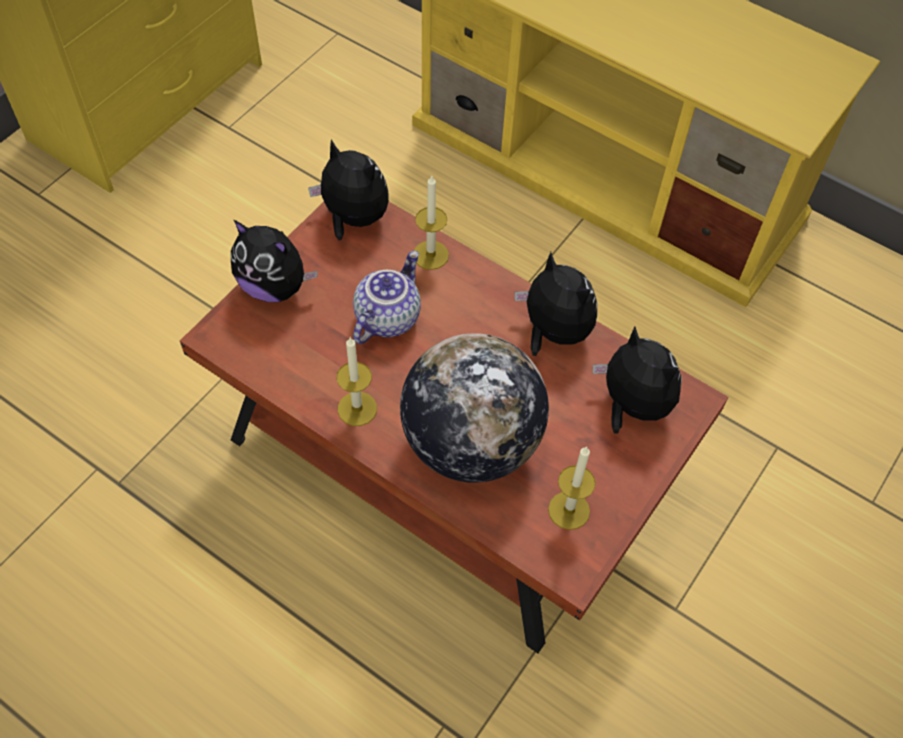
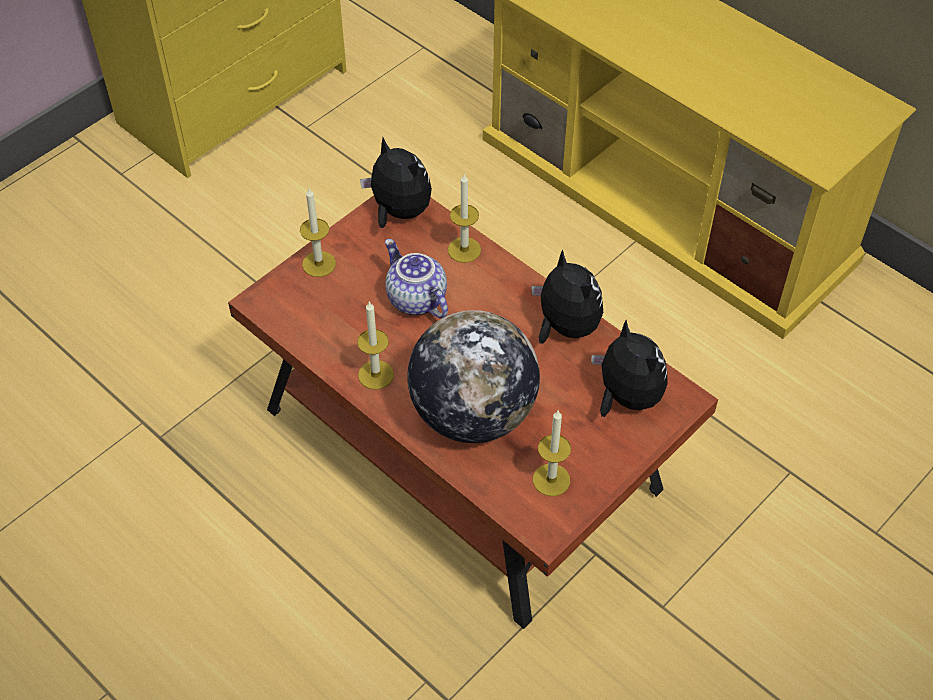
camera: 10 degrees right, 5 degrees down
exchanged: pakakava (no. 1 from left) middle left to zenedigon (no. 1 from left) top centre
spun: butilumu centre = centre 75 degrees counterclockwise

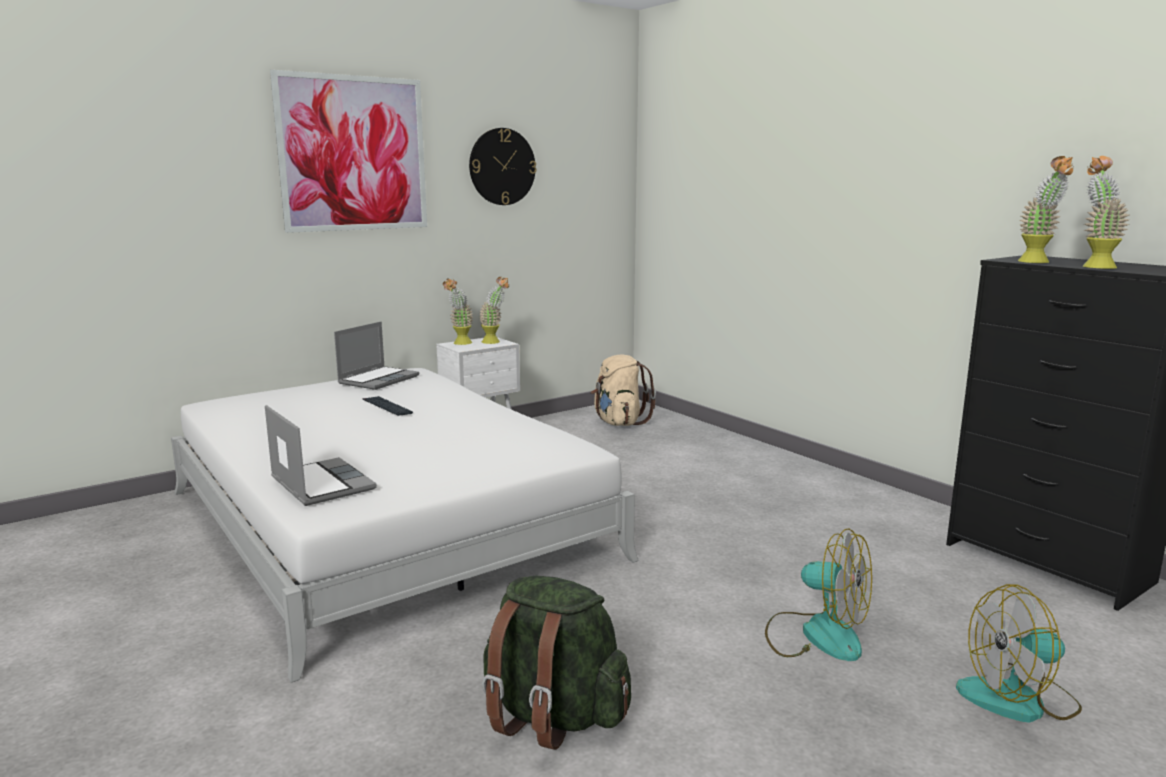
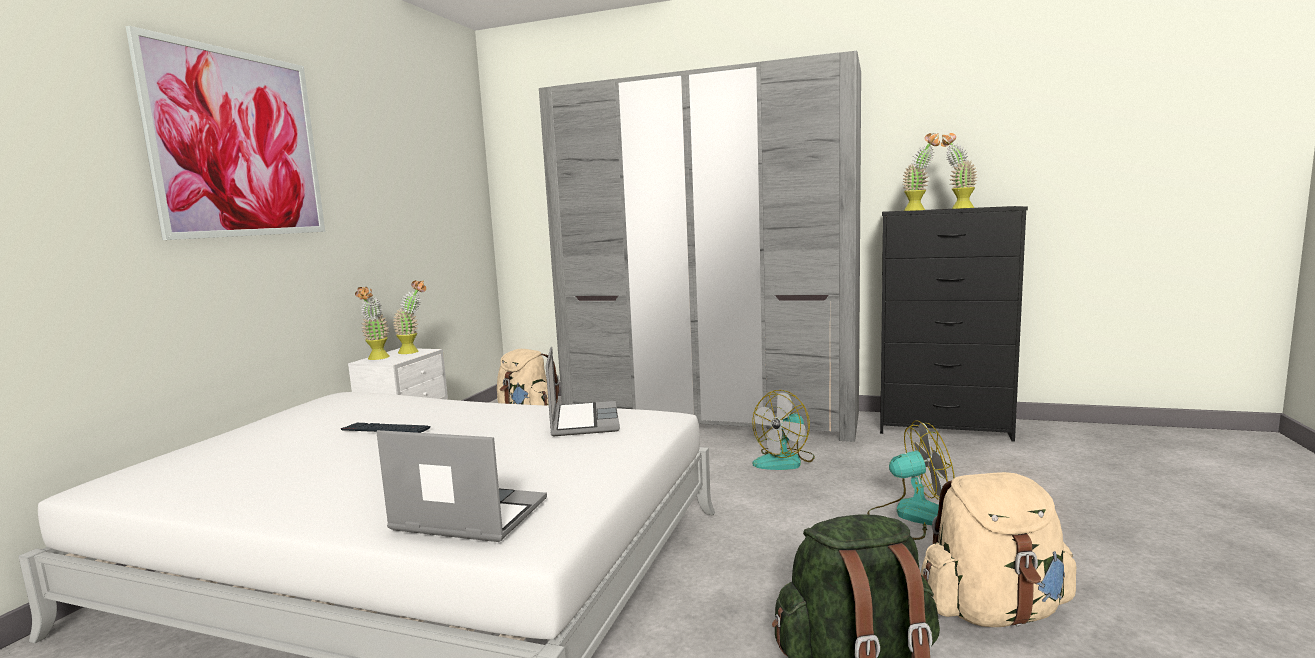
camera: 35 degrees left, 5 degrees down
missing: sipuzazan top centre
appeared: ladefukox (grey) centre; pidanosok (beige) (no. 2 from left) bottom right
relocated: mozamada (no. 2 from left) middle left to centre; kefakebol (no. 2 from left in the first image) bottom right to kefakebol (no. 1 from left) centre

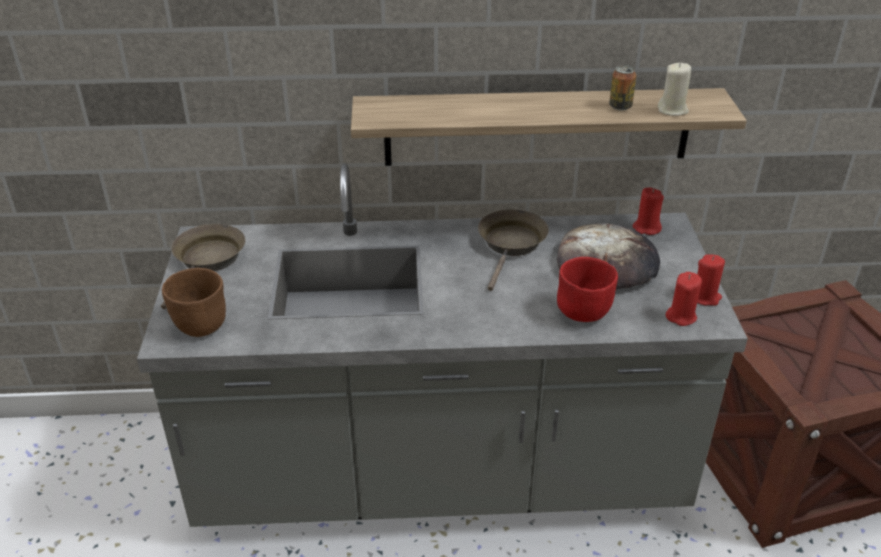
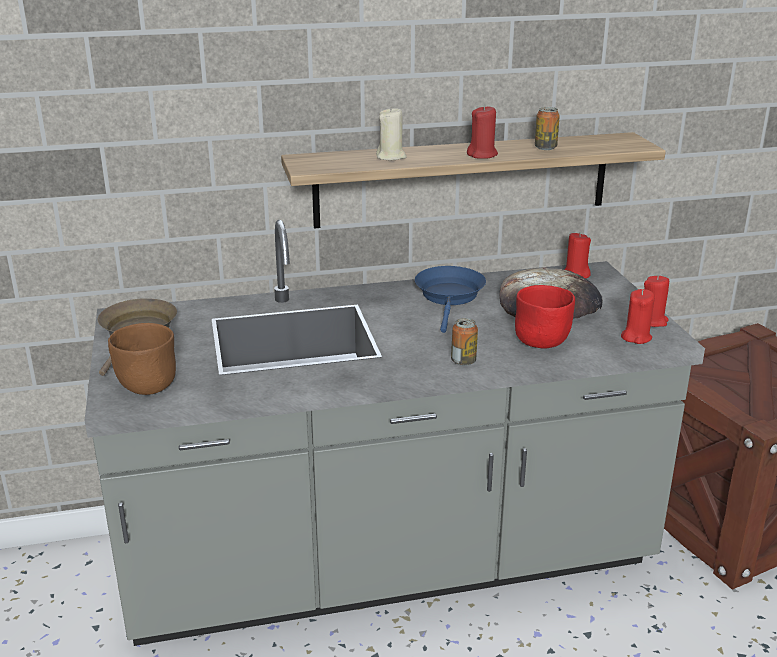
camera: 10 degrees left, 10 degrees down
appeared: zenedigon (red) (no. 1 from left) top centre; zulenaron (no. 1 from left) centre
relocated: zenedigon (beige) top right to top centre
colour: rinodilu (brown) (no. 2 from left) centre to rinodilu (blue) centre

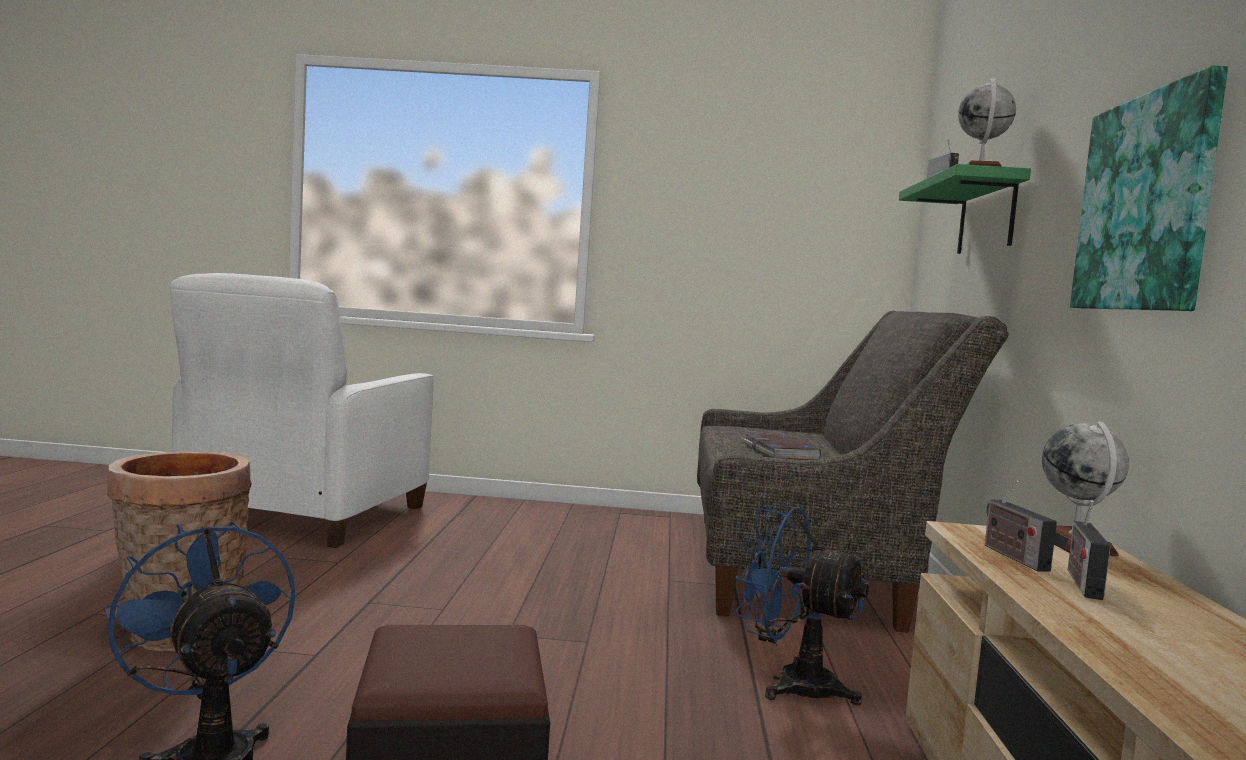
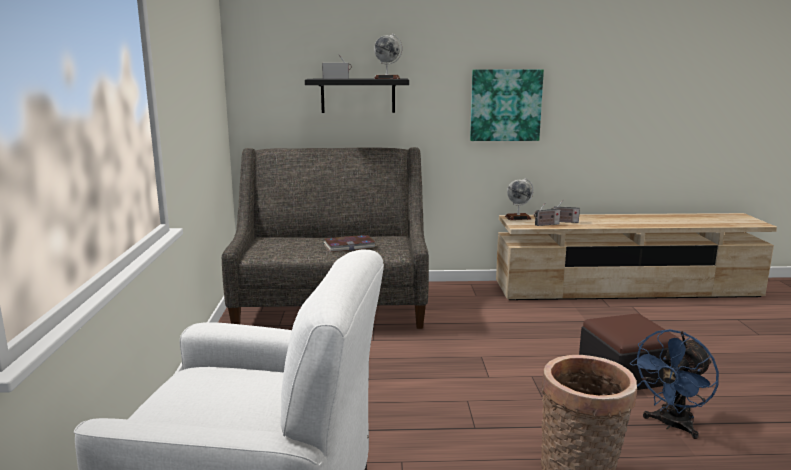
camera: 95 degrees left, 10 degrees up
missing: kefakebol (blue) (no. 2 from left) bottom centre
colour: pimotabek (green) top right to pimotabek (black) top centre

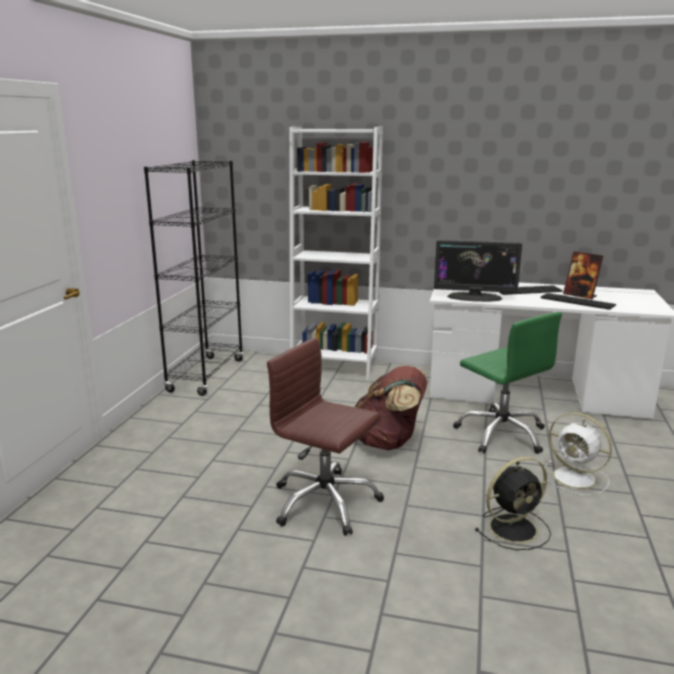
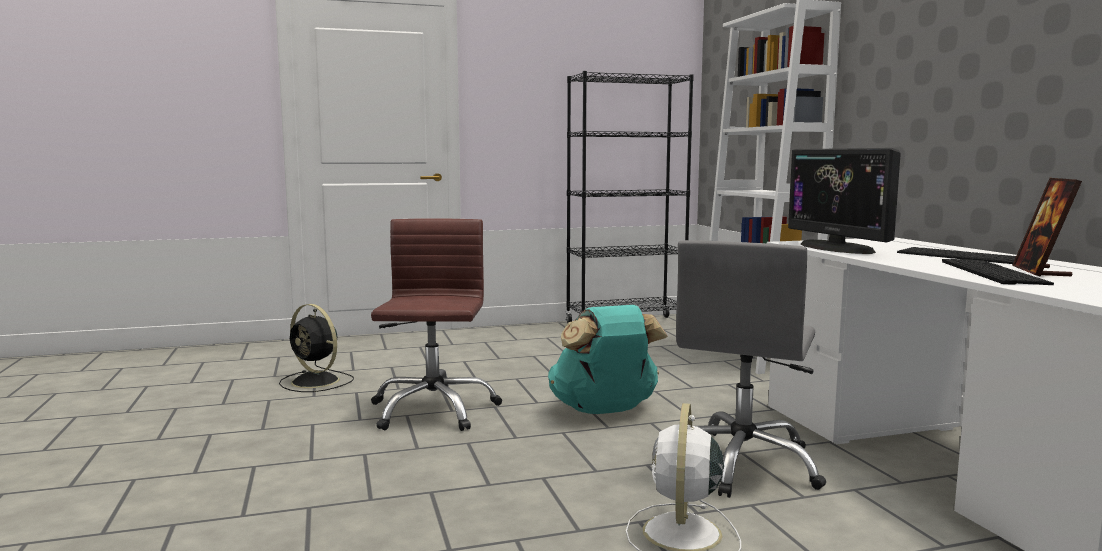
camera: 60 degrees right, 10 degrees down
relocated: kefakebol (black) bottom right to middle left
colour: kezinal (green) middle right to kezinal (grey) bottom right; pidanosok (brown) centre to pidanosok (turquoise) centre

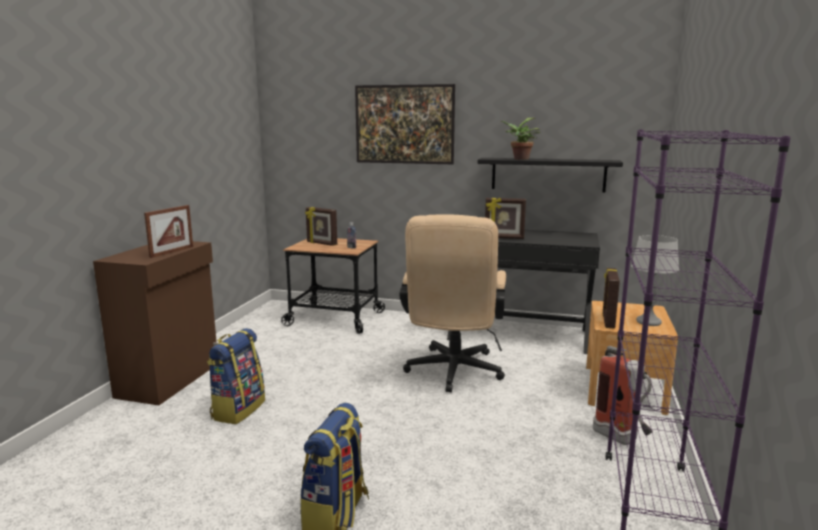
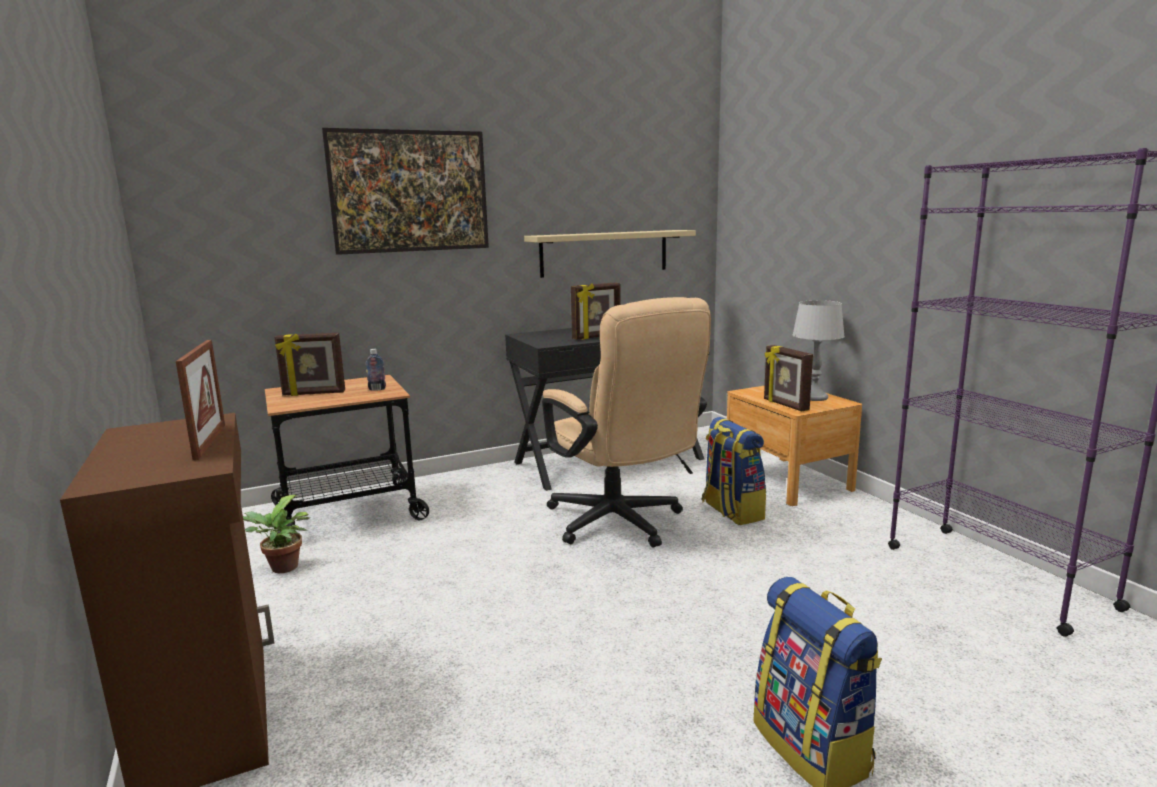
camera: 40 degrees left, 0 degrees up
missing: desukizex bottom right
relocated: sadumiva top centre to bottom left; pidanosok (no. 1 from left) bottom left to centre
colour: pimotabek (black) top right to pimotabek (beige) top centre

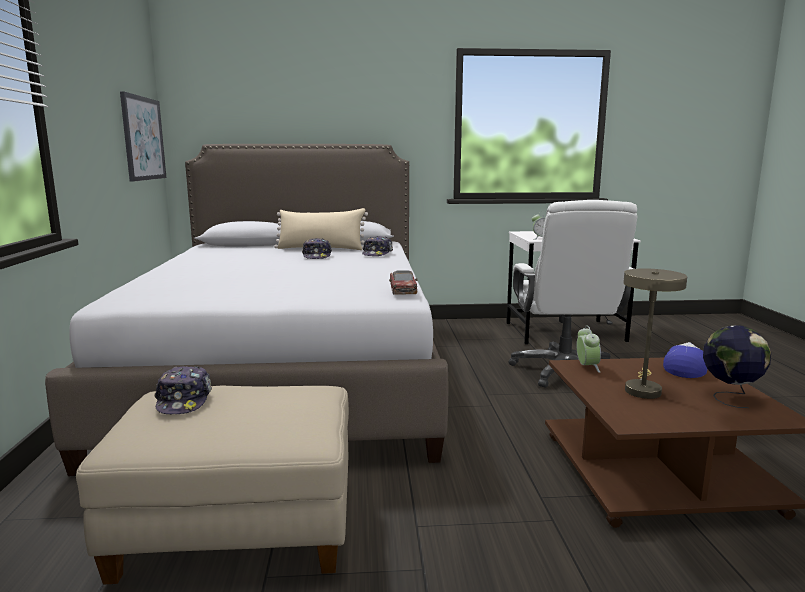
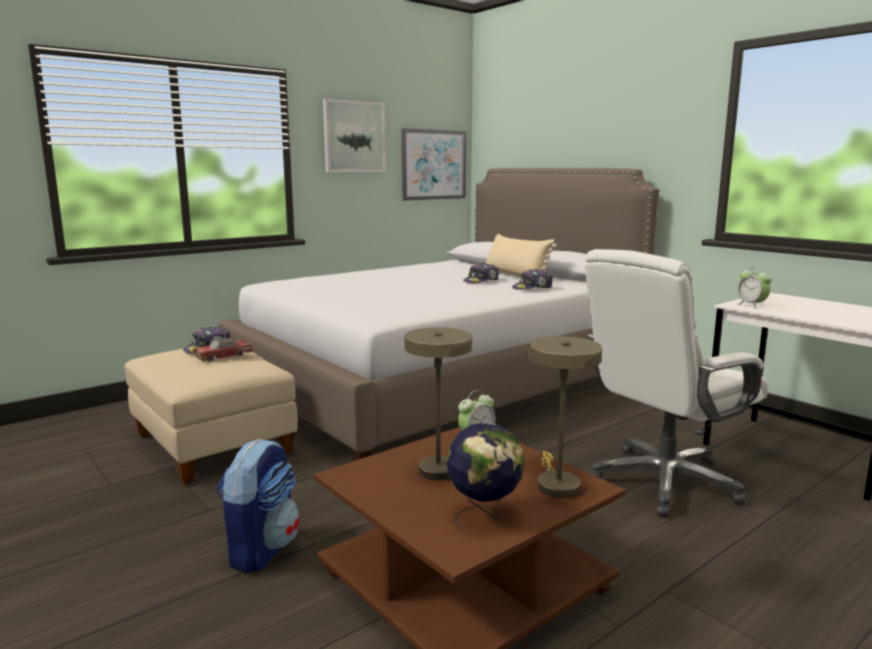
camera: 55 degrees right, 0 degrees up
appeared: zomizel (no. 1 from left) top centre; pidanosok bottom left
relocated: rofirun centre to middle left
exchanged: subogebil (no. 4 from left) middle right to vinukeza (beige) (no. 2 from left) centre

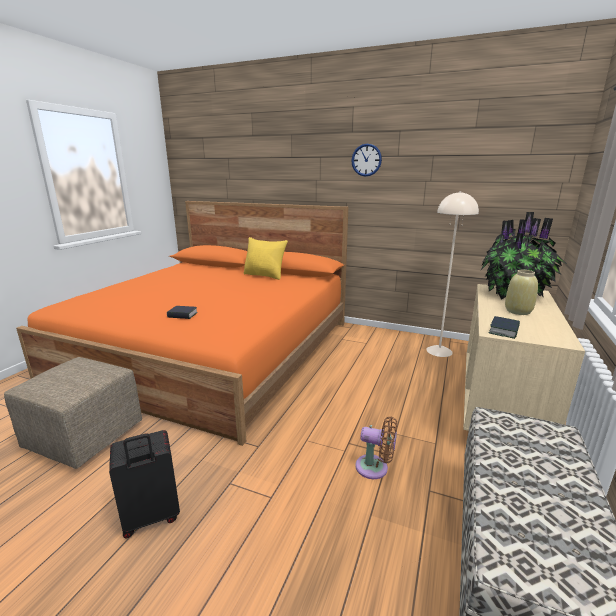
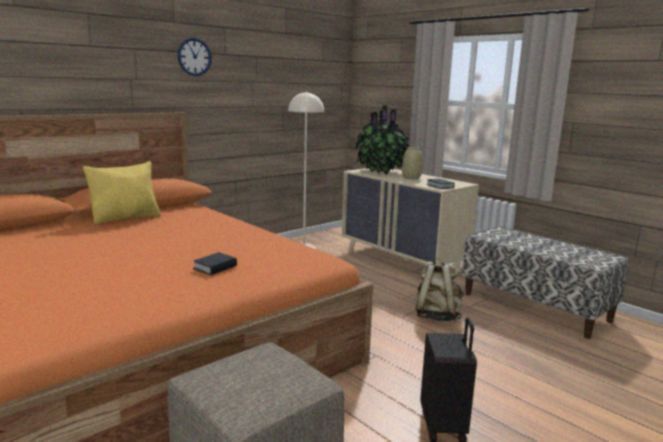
camera: 65 degrees left, 5 degrees down
exchanged: kefakebol (brown) bottom centre to pidanosok (beige) centre

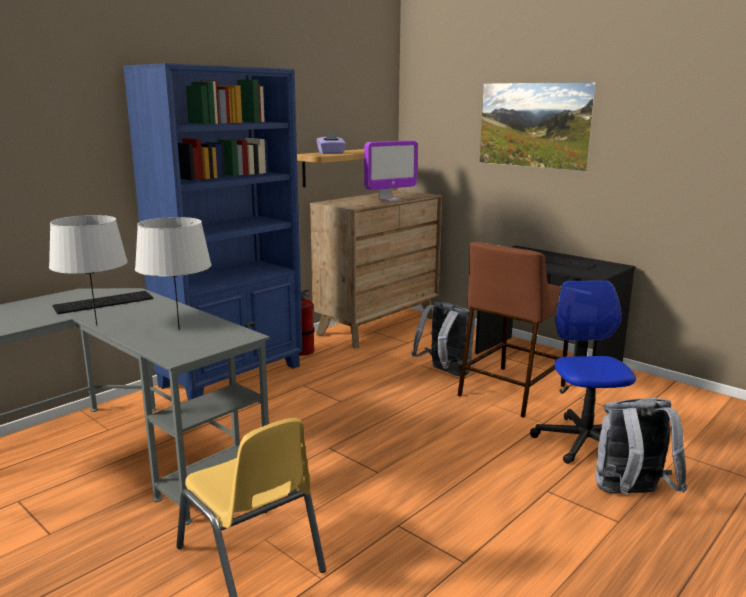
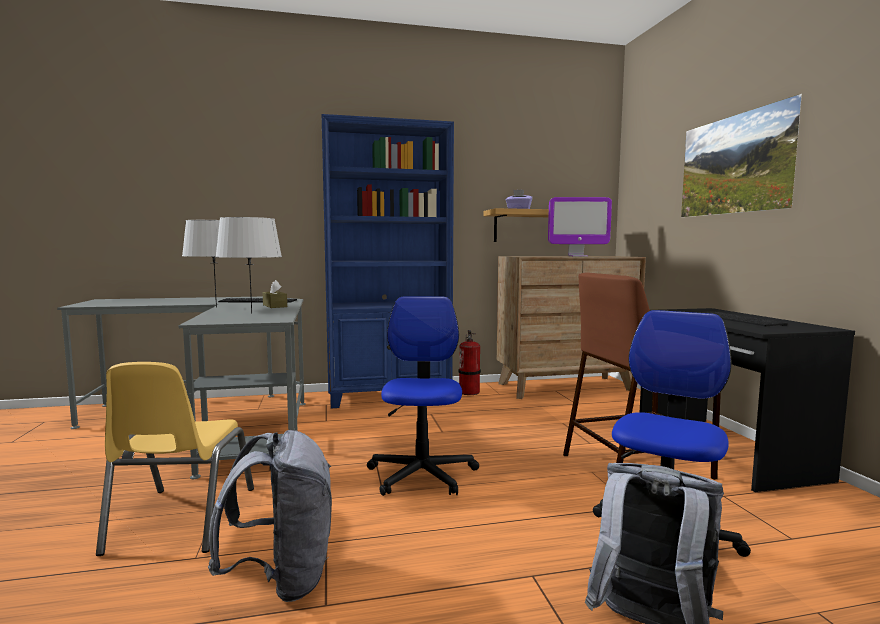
camera: 35 degrees right, 10 degrees down
appeared: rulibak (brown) middle left; kezinal (no. 1 from left) centre
relocated: pidanosok (grey) (no. 1 from left) centre to bottom left

